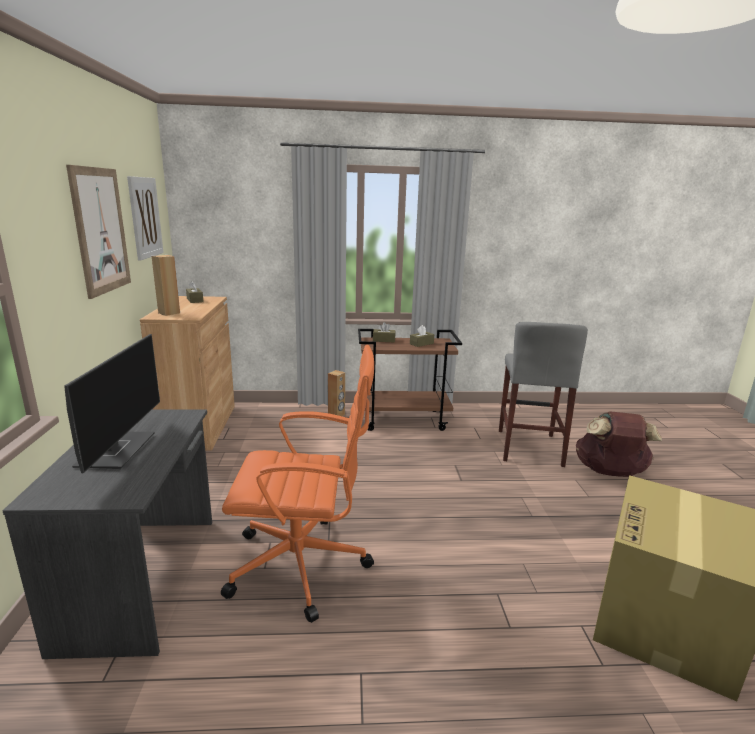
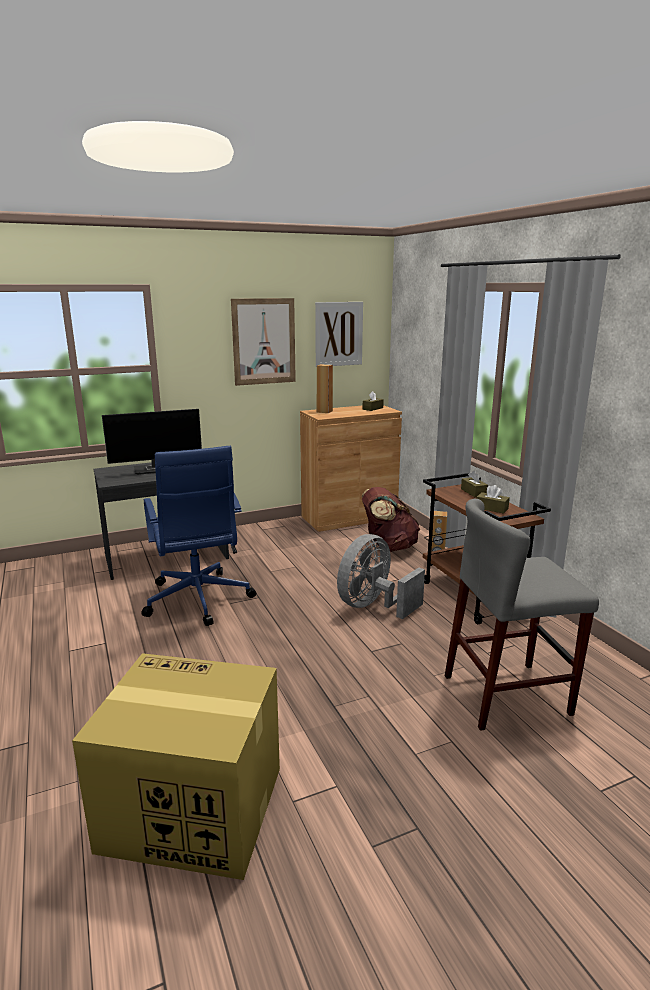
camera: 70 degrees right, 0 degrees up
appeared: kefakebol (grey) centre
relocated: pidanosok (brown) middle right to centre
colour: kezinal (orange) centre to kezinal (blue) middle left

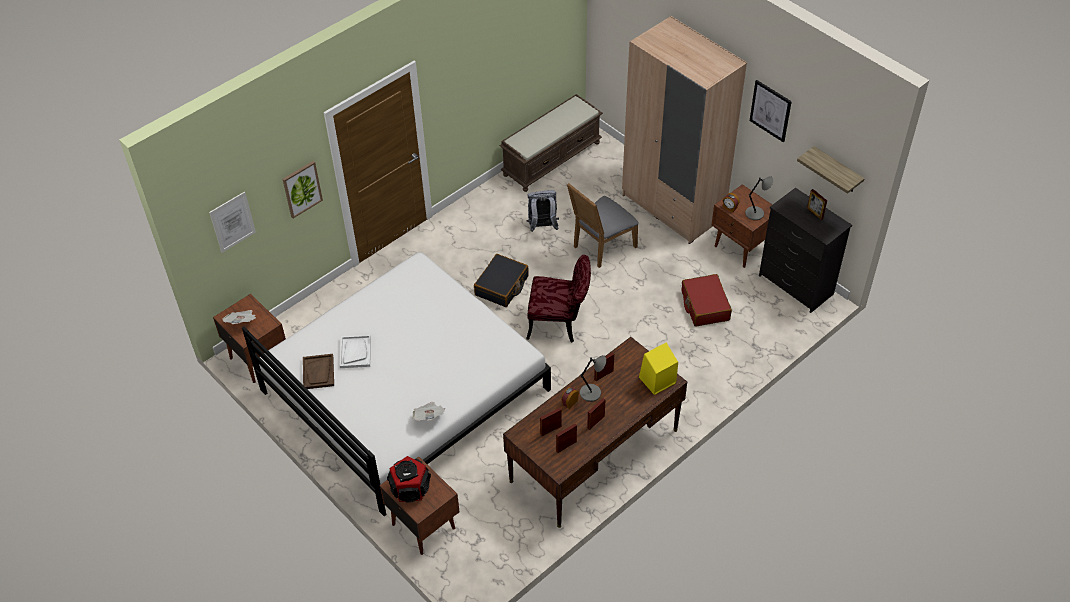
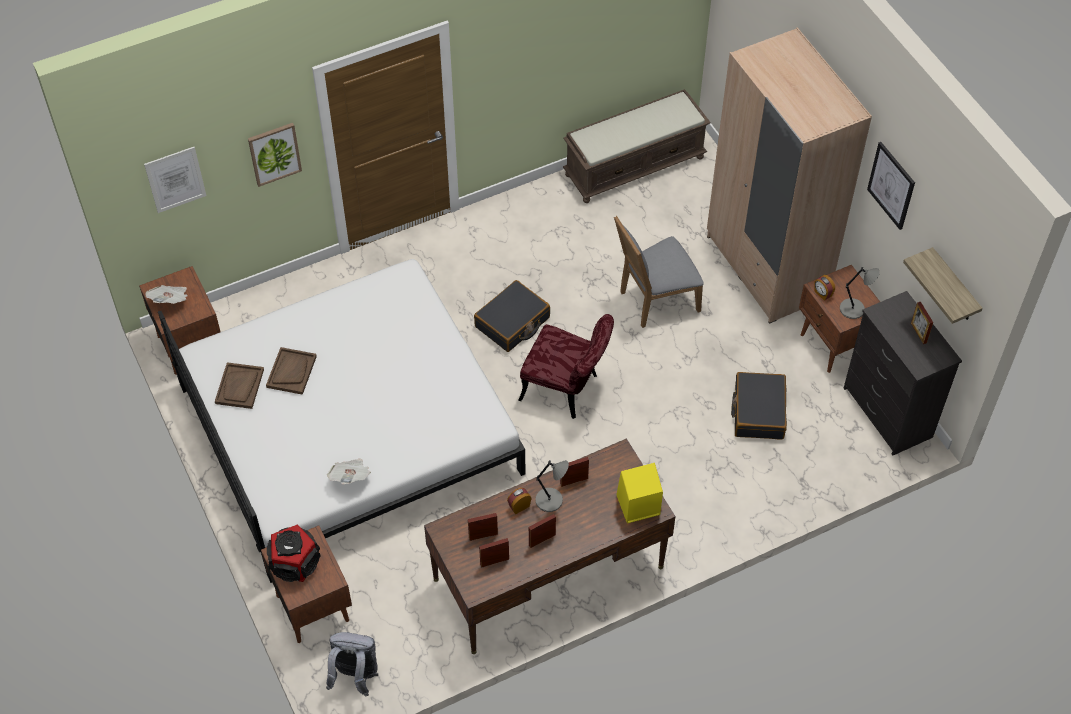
camera: 15 degrees right, 5 degrees up
relocated: pidanosok (grey) centre to bottom left
colour: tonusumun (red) centre to tonusumun (black) (no. 2 from left) middle right; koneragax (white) middle left to koneragax (brown) (no. 2 from left) middle left

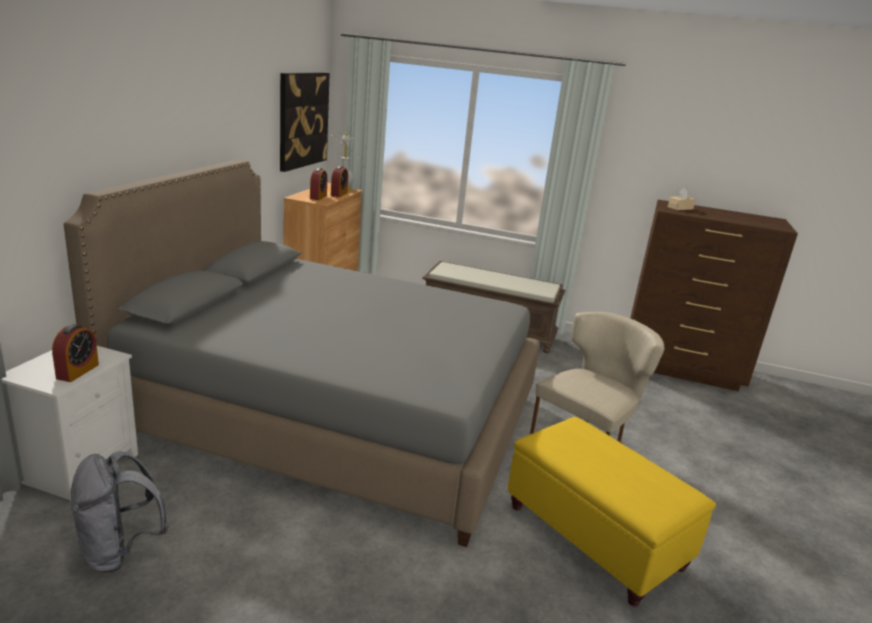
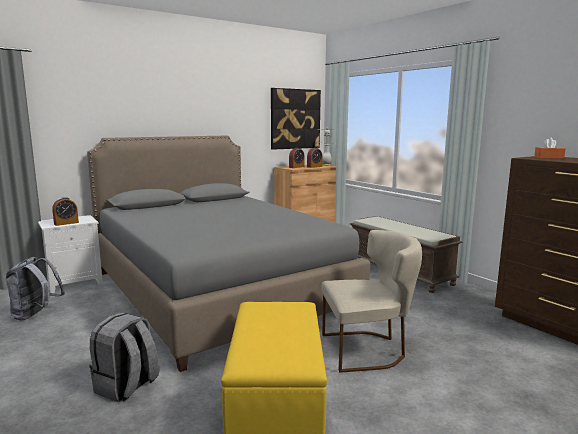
camera: 40 degrees right, 10 degrees down
appeared: pidanosok (grey) (no. 2 from left) bottom left
colour: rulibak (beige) top right to rulibak (orange) middle right

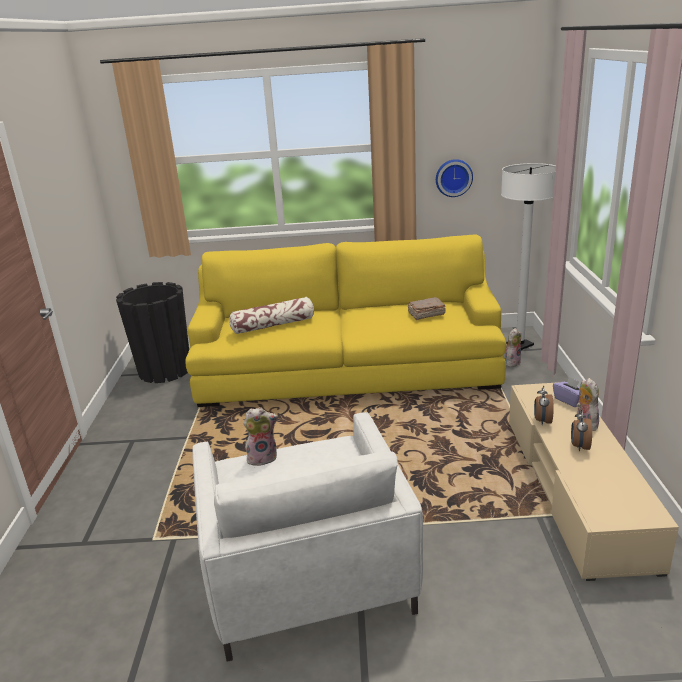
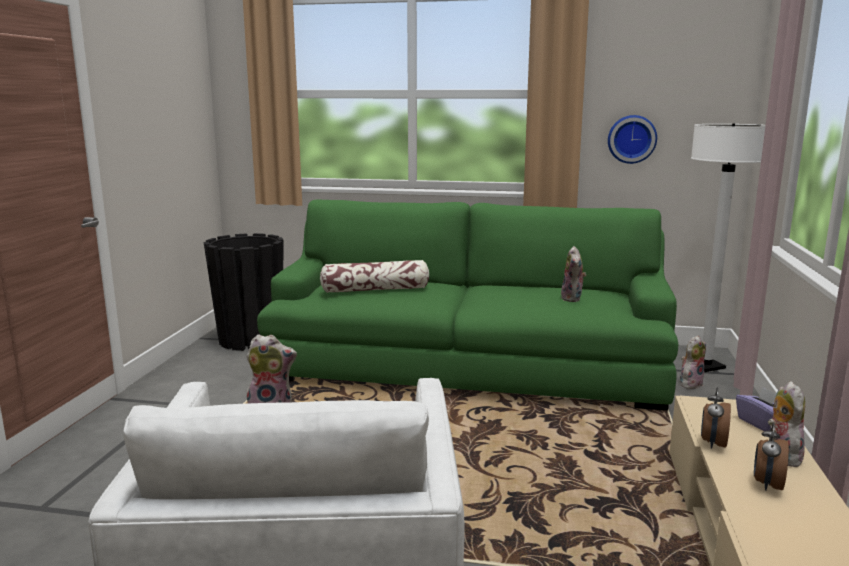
camera: 10 degrees right, 10 degrees down
exchanged: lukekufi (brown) centre to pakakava (no. 2 from left) middle right
colour: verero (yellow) centre to verero (green) centre

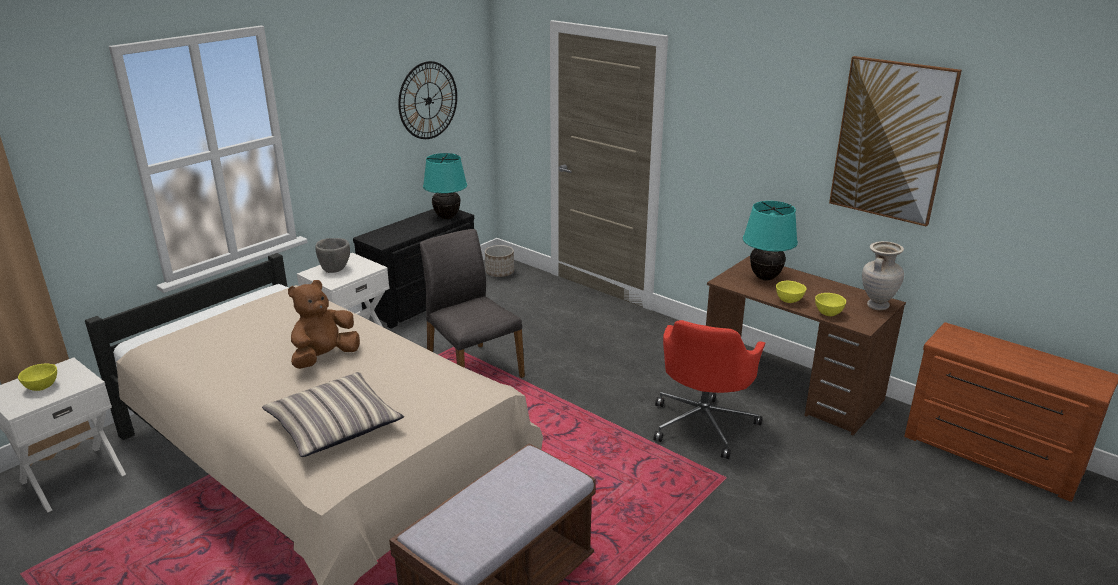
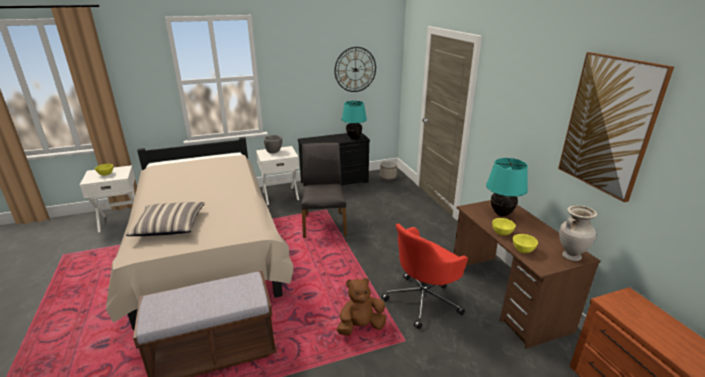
camera: 30 degrees right, 0 degrees up
relocated: pakakava (brown) middle left to bottom centre

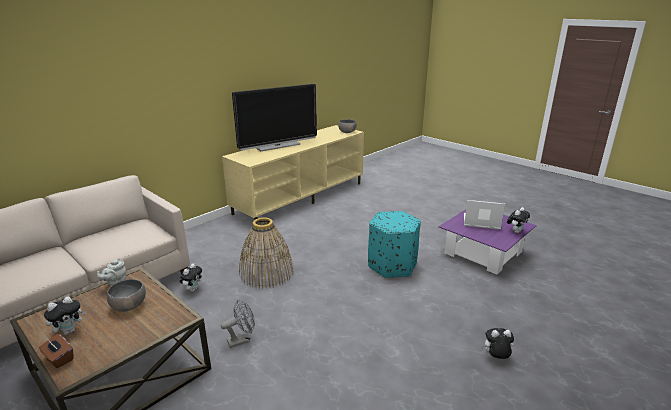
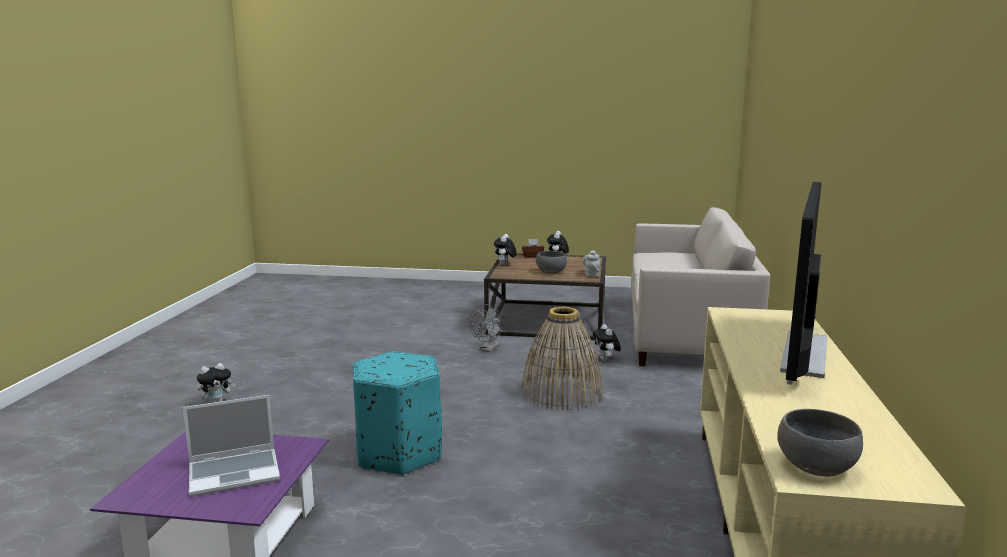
camera: 145 degrees right, 10 degrees down
relocated: pakakava (no. 4 from left in the first image) middle right to pakakava (no. 2 from left) centre

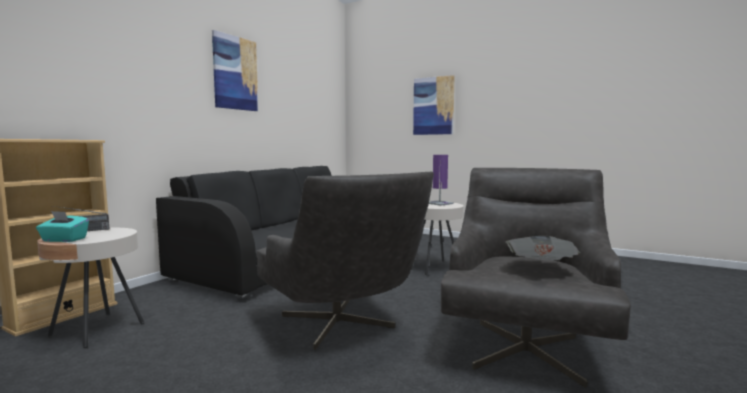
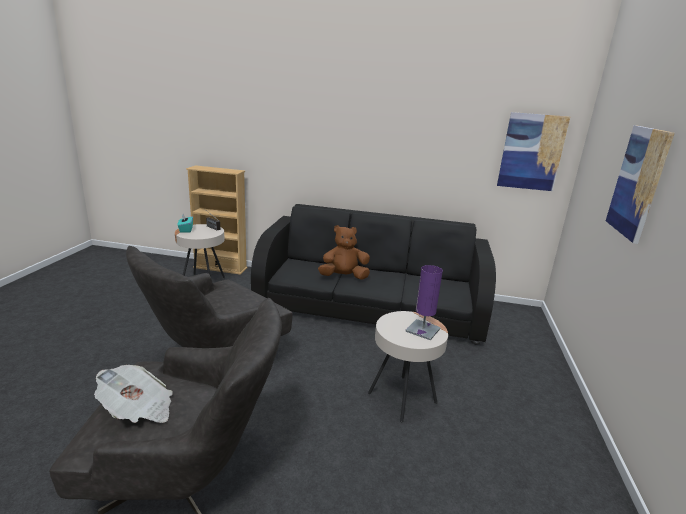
camera: 70 degrees right, 15 degrees up
appeared: pakakava (brown) centre
relocated: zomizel (no. 1 from left) top left to top right

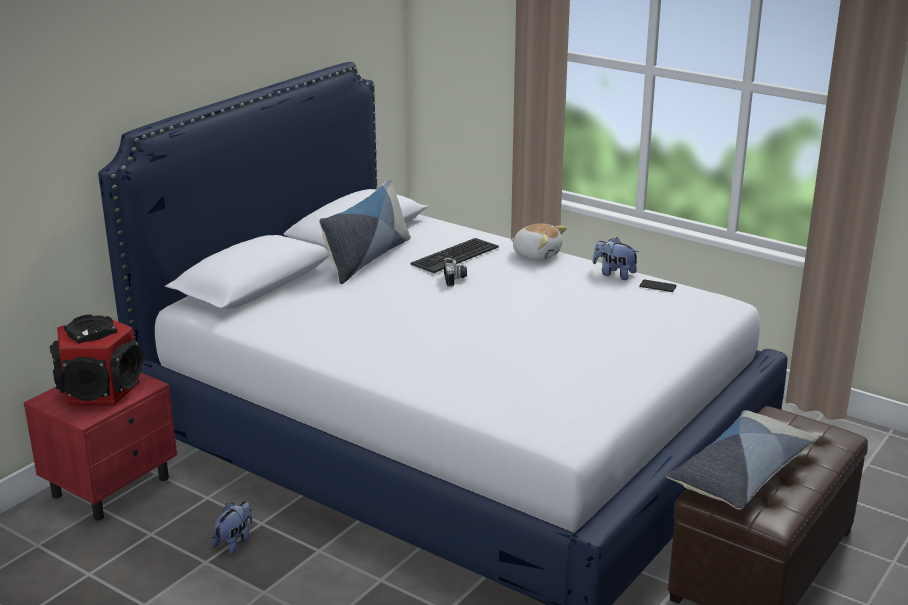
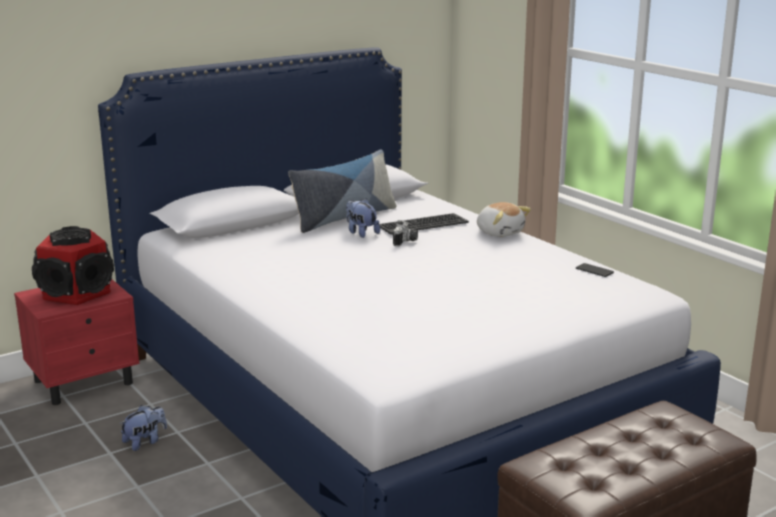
camera: 20 degrees right, 5 degrees down
missing: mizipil (no. 2 from left) bottom right
relocated: pakakava (no. 3 from left in the first image) middle right to pakakava (no. 2 from left) centre

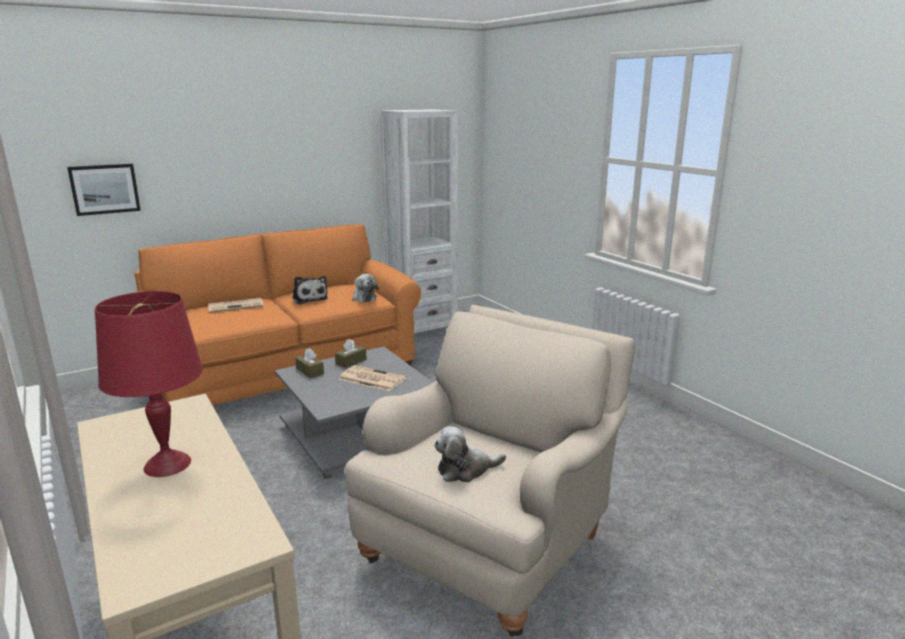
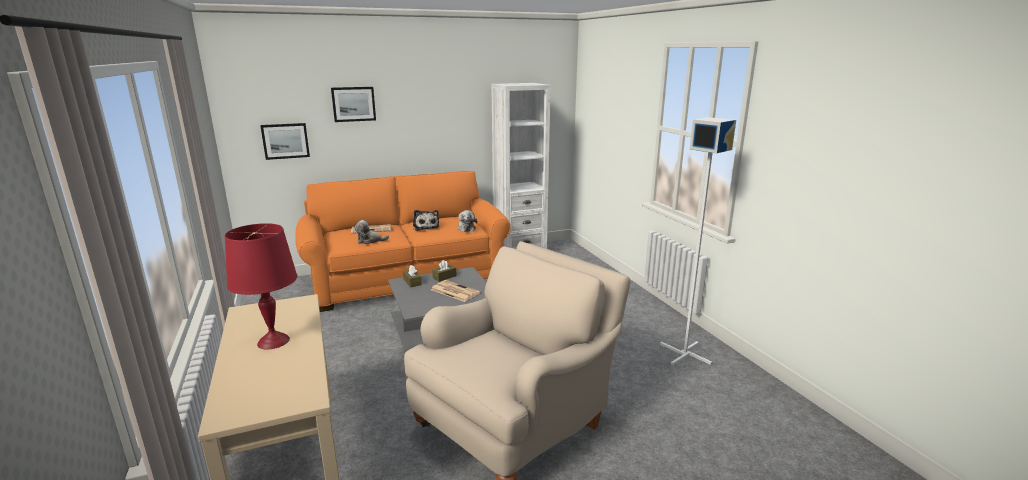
camera: 10 degrees right, 0 degrees up
appeared: zomizel (no. 2 from left) top centre; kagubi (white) middle right
relocated: pakakava (no. 3 from left in the first image) bottom centre to pakakava (no. 1 from left) centre

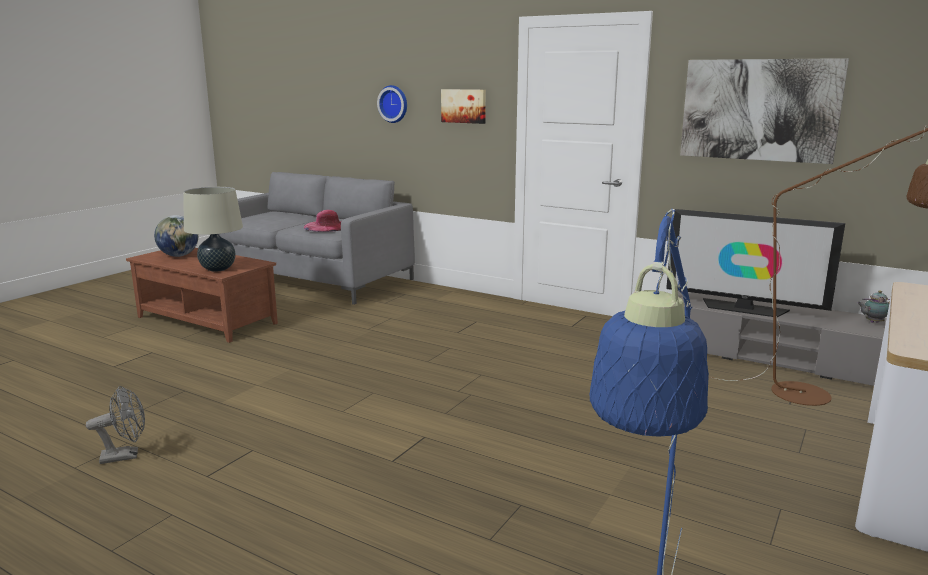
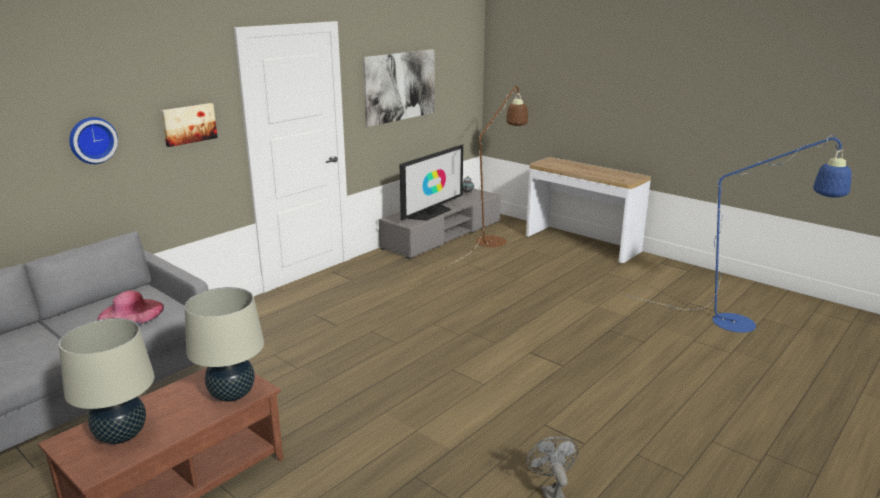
camera: 80 degrees left, 5 degrees up
exchanged: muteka middle left to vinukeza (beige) (no. 1 from left) bottom left

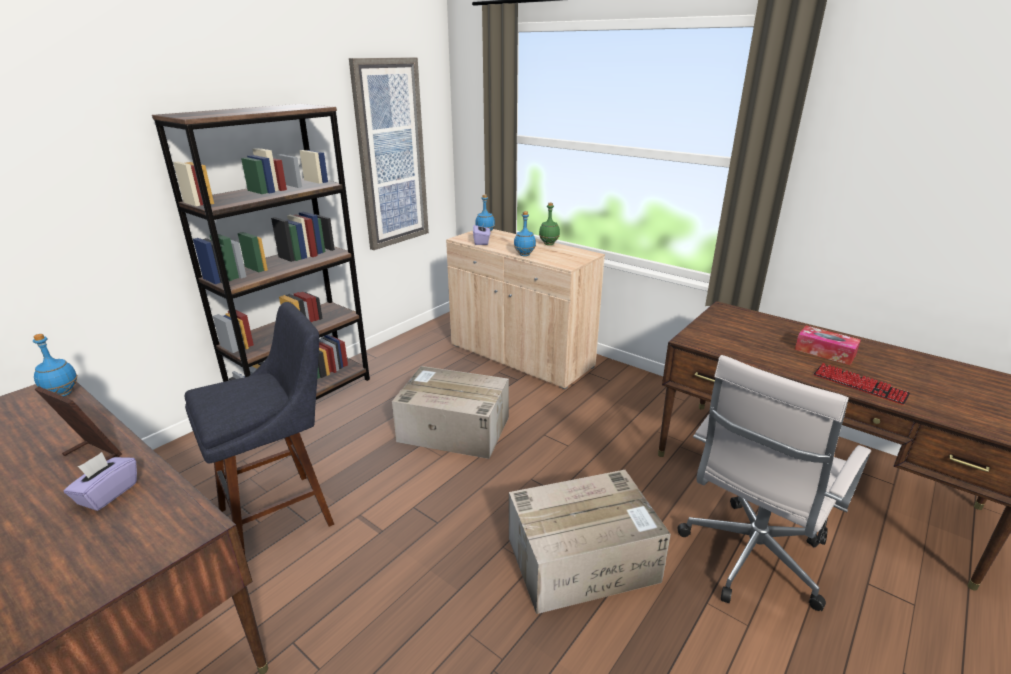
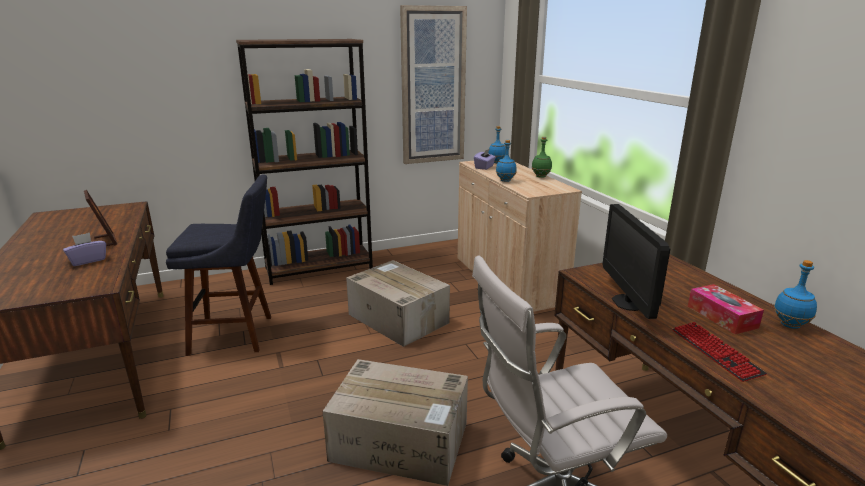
camera: 30 degrees right, 5 degrees down
appeared: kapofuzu middle right
relocated: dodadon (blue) (no. 1 from left in the first image) middle left to dodadon (blue) (no. 3 from left) middle right

